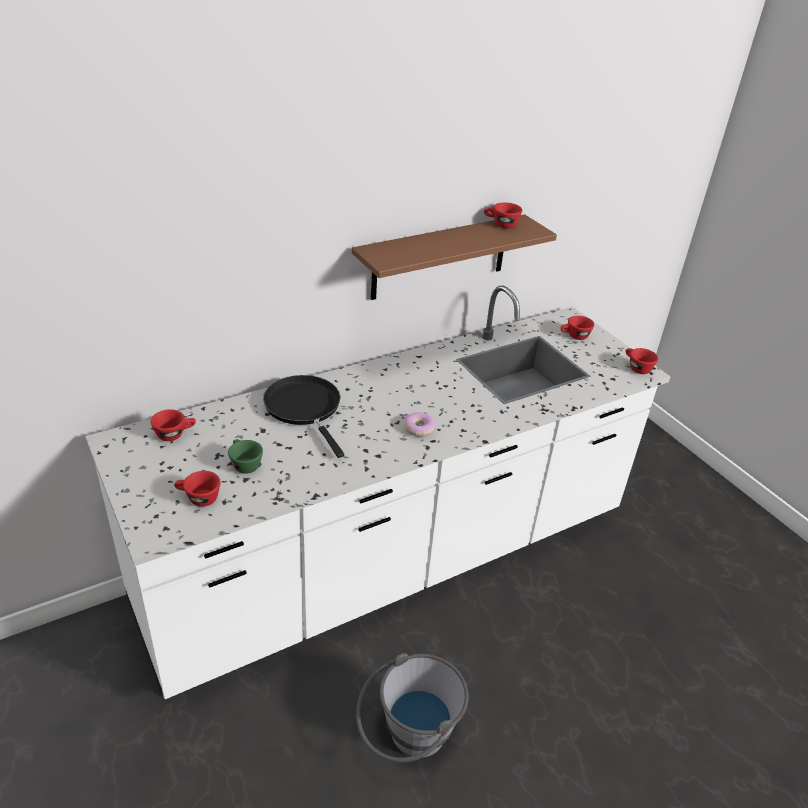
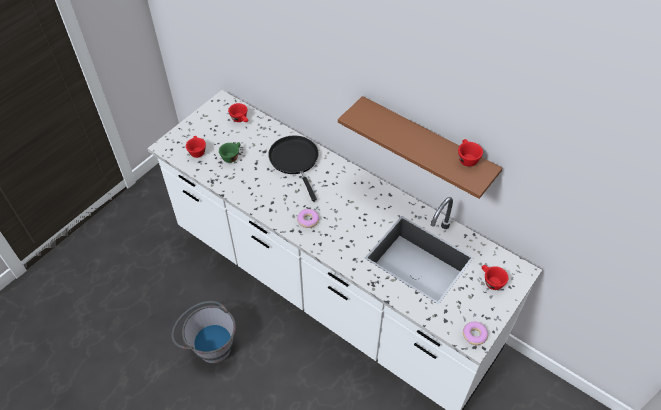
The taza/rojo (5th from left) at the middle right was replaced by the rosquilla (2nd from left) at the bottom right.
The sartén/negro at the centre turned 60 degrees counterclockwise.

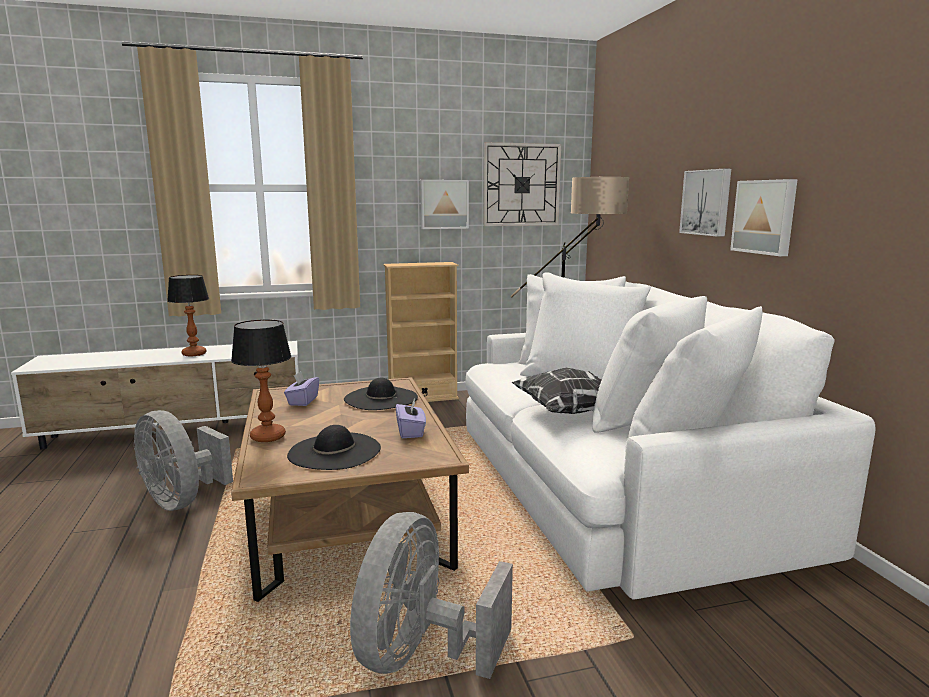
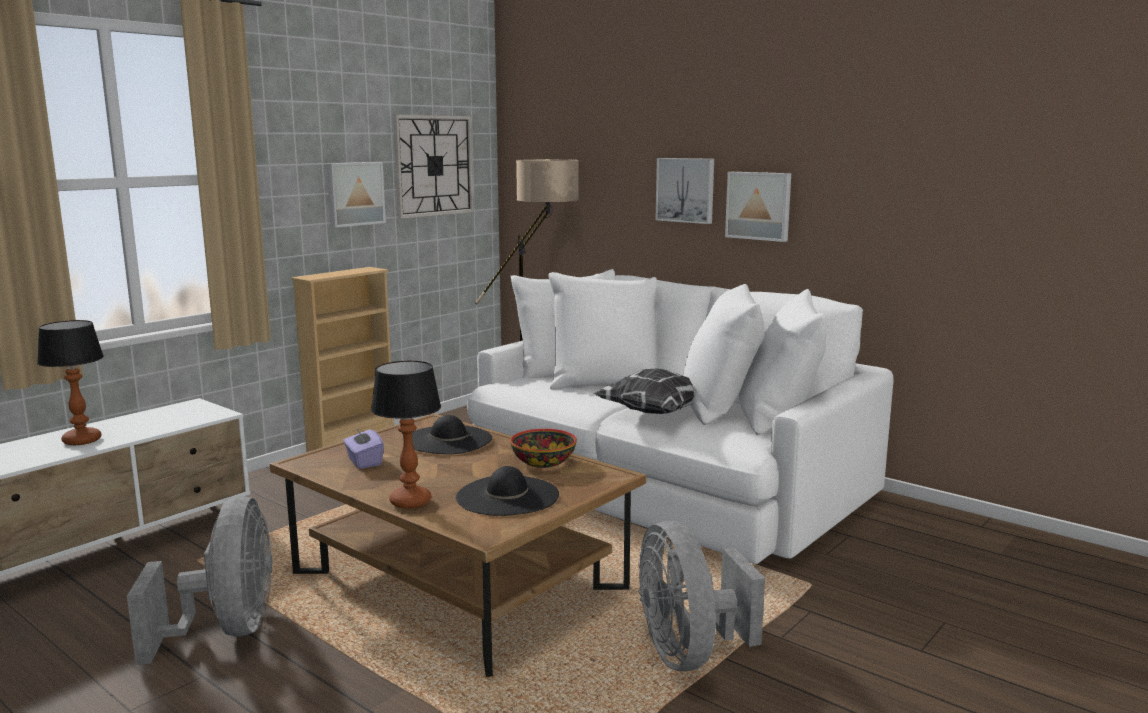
The caja de pañuelos/morado (2nd from left) at the centre was replaced by the cuenco at the centre.
The ventilador/gris (1st from left) at the middle left turned 105 degrees counterclockwise.

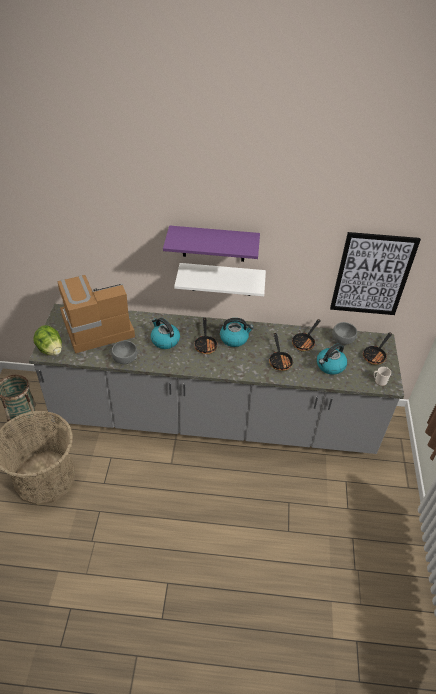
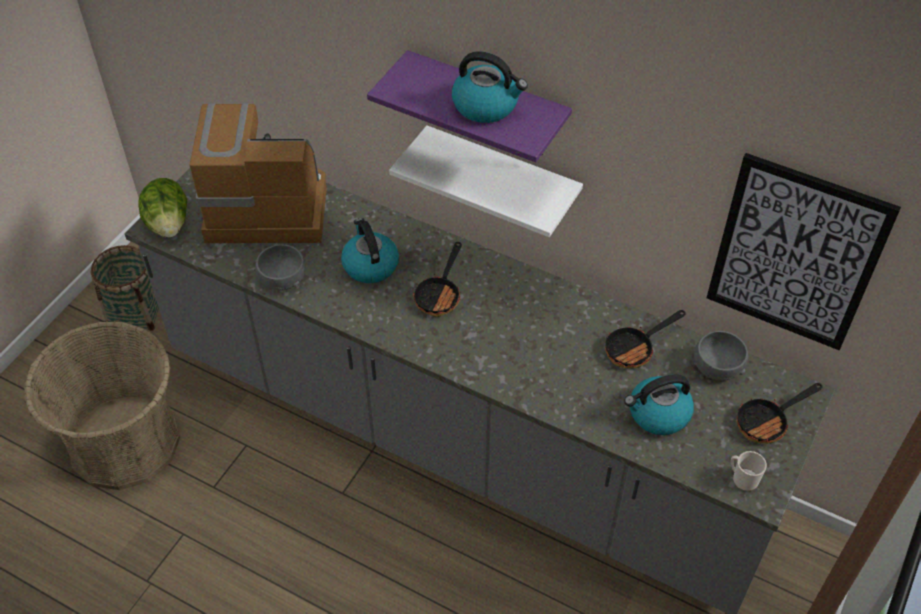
The sartén (2nd from left) at the centre disappeared.
The hervidor (2nd from left) moved from the centre to the top centre.

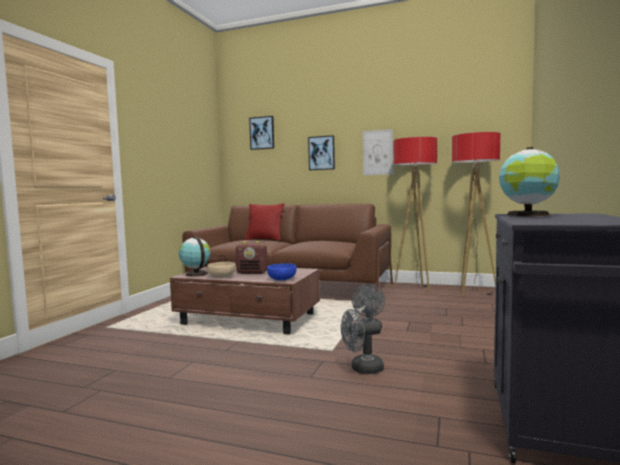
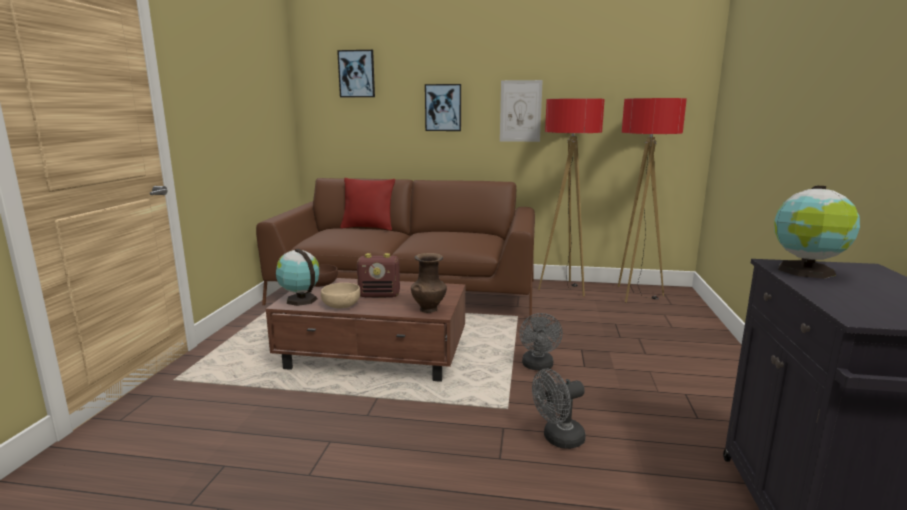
The cuenco/azul at the centre was replaced by the florero/marrón at the centre.

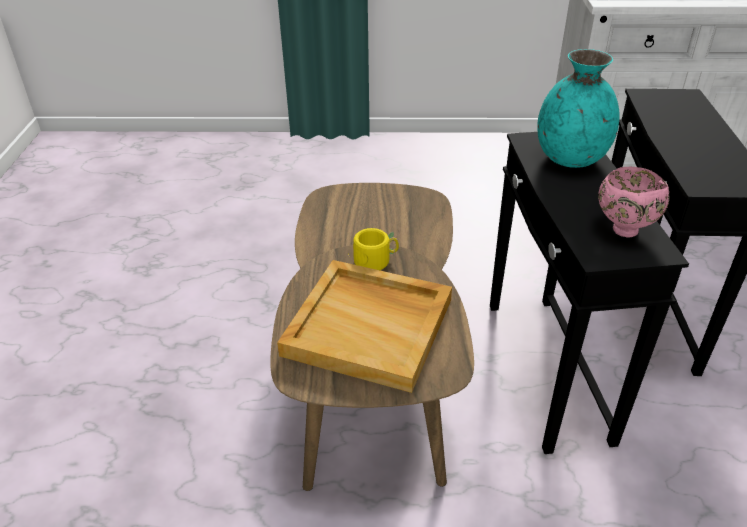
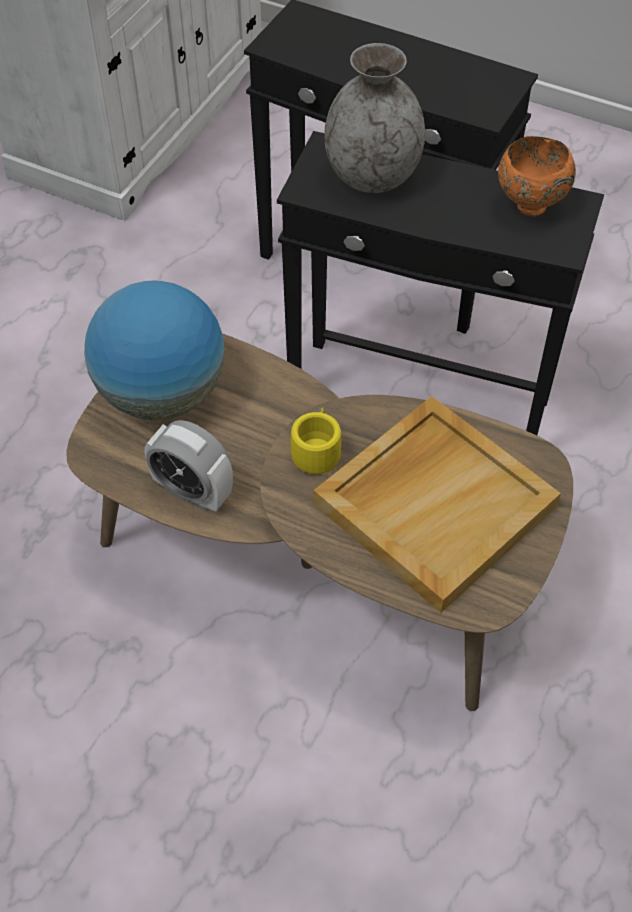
The globo terráqueo at the middle left appeared.
The despertador at the middle left appeared.
The florero/turquesa at the top right became the florero/gris at the top centre.
The cuenco/rosa at the middle right became the cuenco/naranja at the top right.

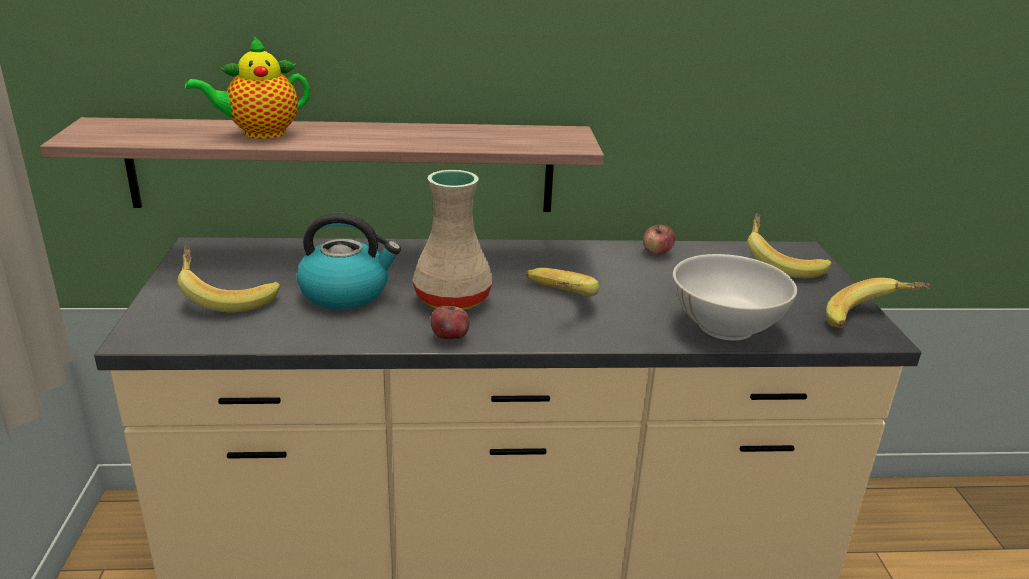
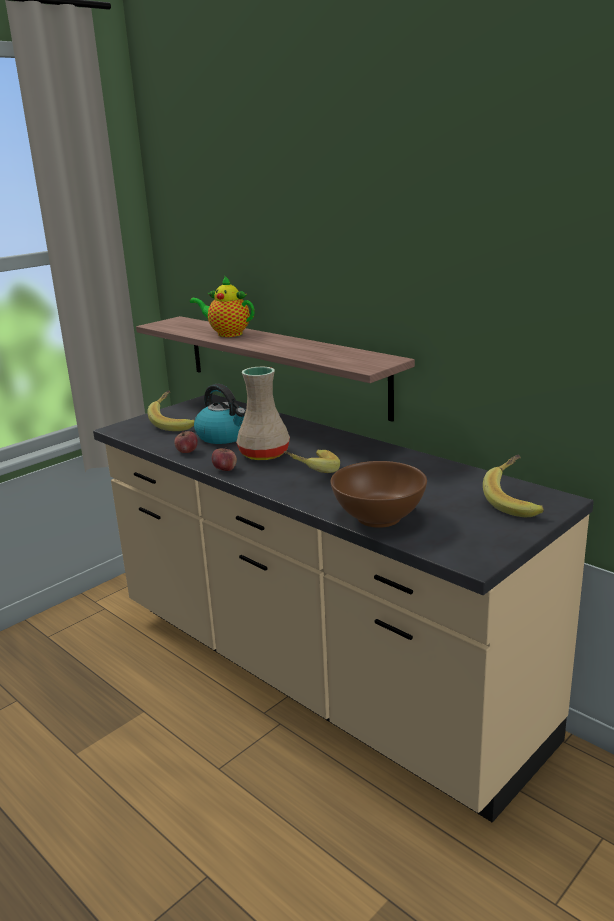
The plátano (4th from left) at the middle right disappeared.
The manzana (2nd from left in the first image) moved from the centre to the middle left.
The cuenco/blanco at the middle right became the cuenco/marrón at the centre.

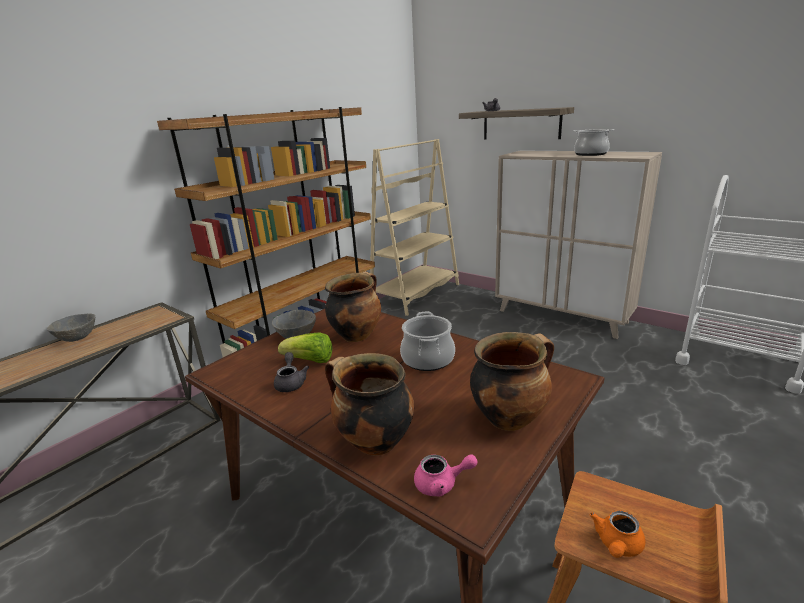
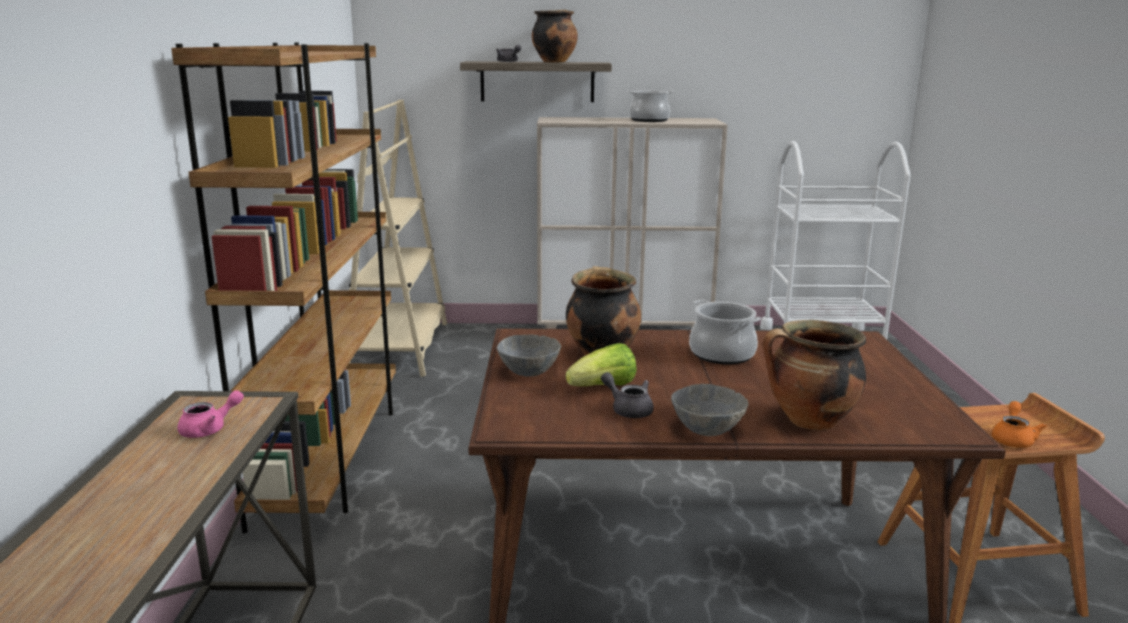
The cuenco/gris (1st from left in the first image) moved from the middle left to the centre.
The tetera/rosa moved from the bottom centre to the middle left.
The olla (4th from left in the first image) moved from the centre to the top centre.
The tetera/naranja at the bottom right turned 150 degrees counterclockwise.

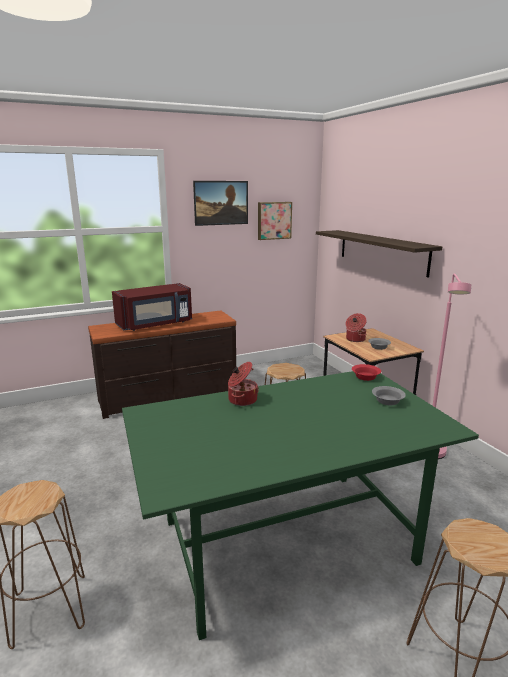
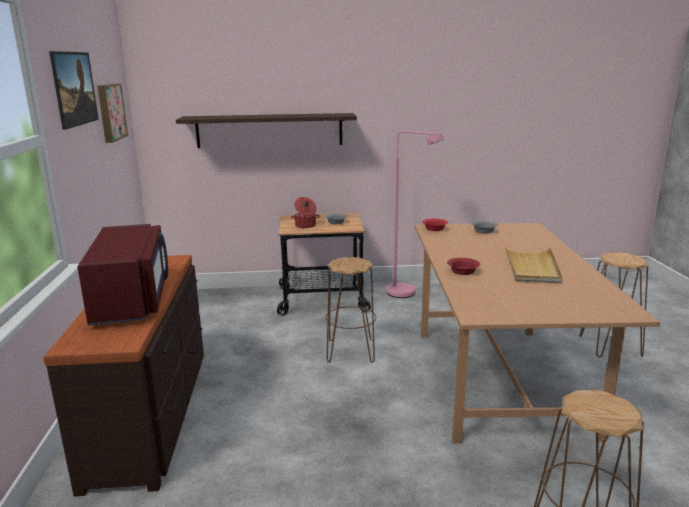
The bandeja/beis at the middle right appeared.
The olla (1st from left) at the centre was replaced by the cuenco/rojo (2nd from left) at the middle right.
The mesa de comedor/verde at the bottom centre became the mesa de comedor/marrón at the middle right.

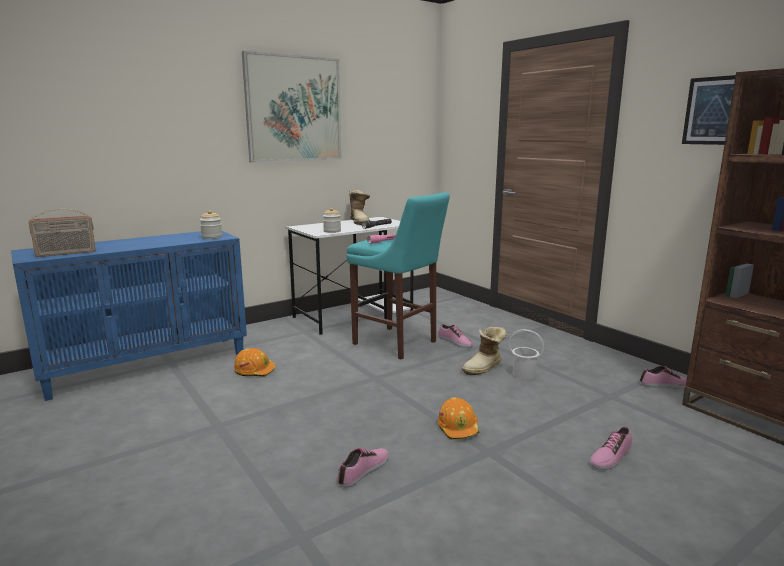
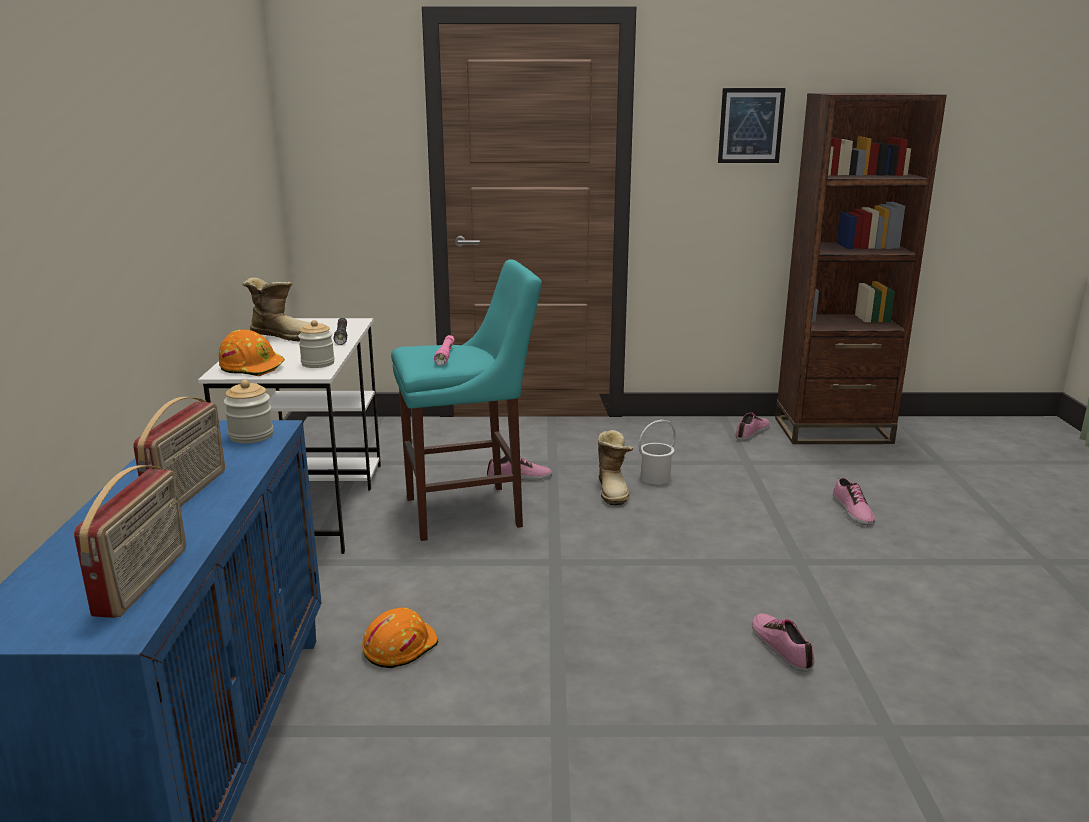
The cuadro (1st from left) at the top centre disappeared.
The radio (2nd from left) at the middle left appeared.
The casco/naranja (2nd from left in the first image) moved from the bottom centre to the middle left.

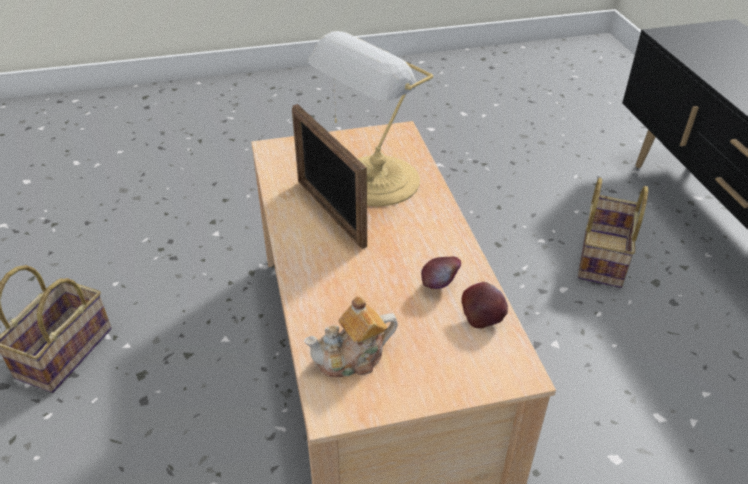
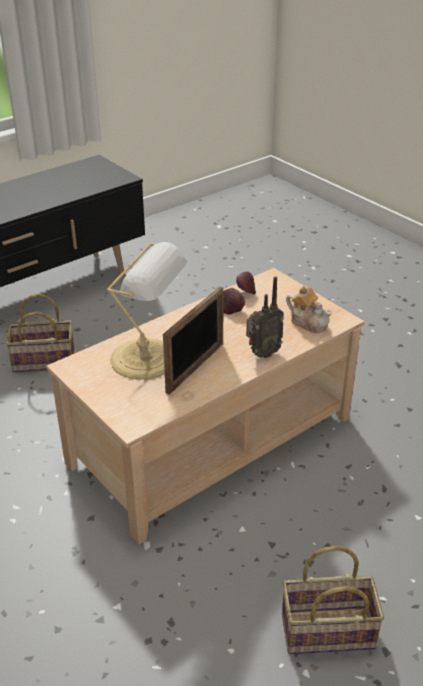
The radio at the centre appeared.

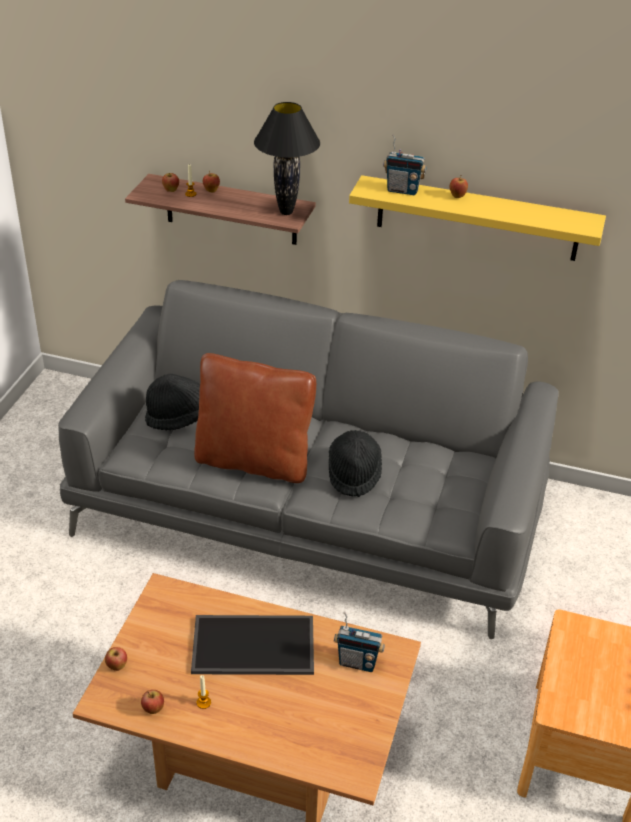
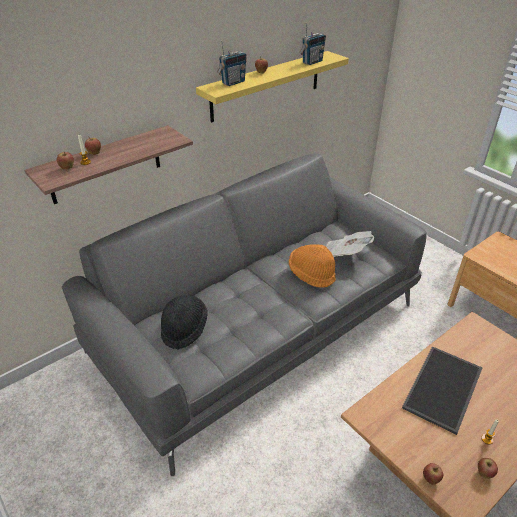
The cojín/marrón at the centre disappeared.
The lámpara de mesa/negro at the top centre disappeared.
The periódico at the middle right appeared.
The radio (1st from left in the first image) moved from the bottom centre to the top centre.
The sombrero/negro (2nd from left) at the centre became the sombrero/naranja at the centre.

